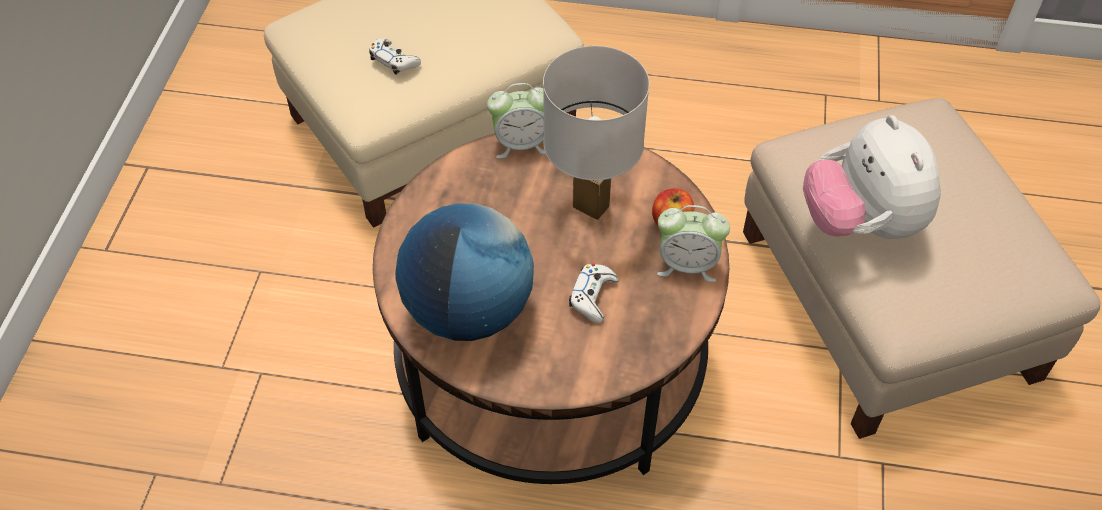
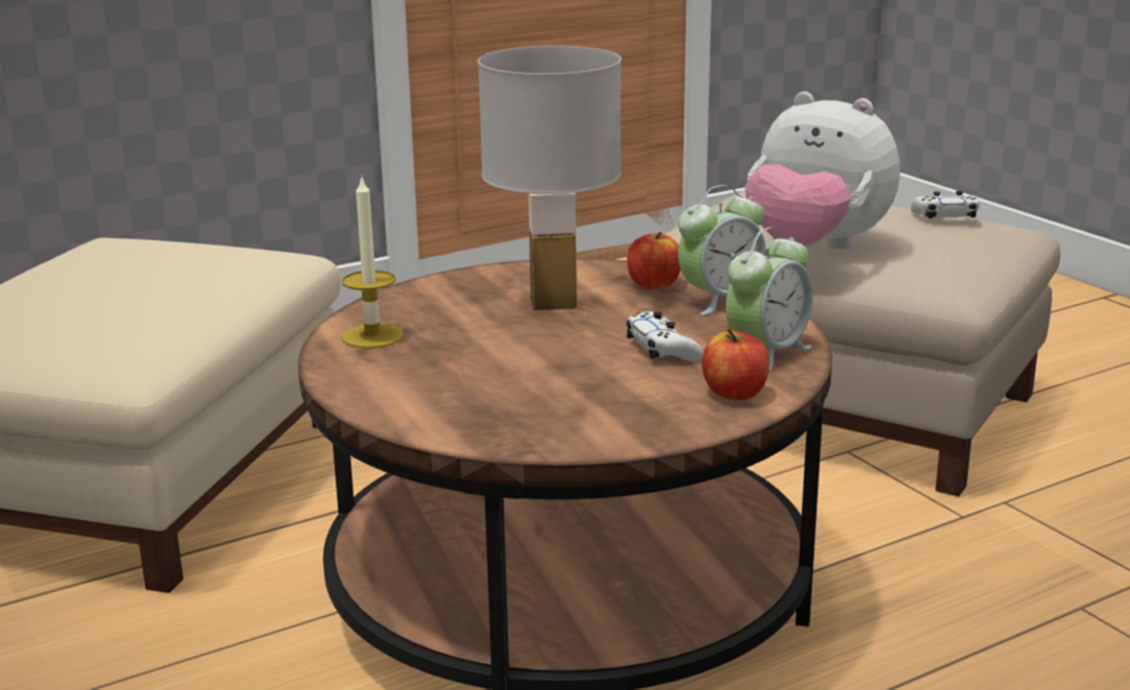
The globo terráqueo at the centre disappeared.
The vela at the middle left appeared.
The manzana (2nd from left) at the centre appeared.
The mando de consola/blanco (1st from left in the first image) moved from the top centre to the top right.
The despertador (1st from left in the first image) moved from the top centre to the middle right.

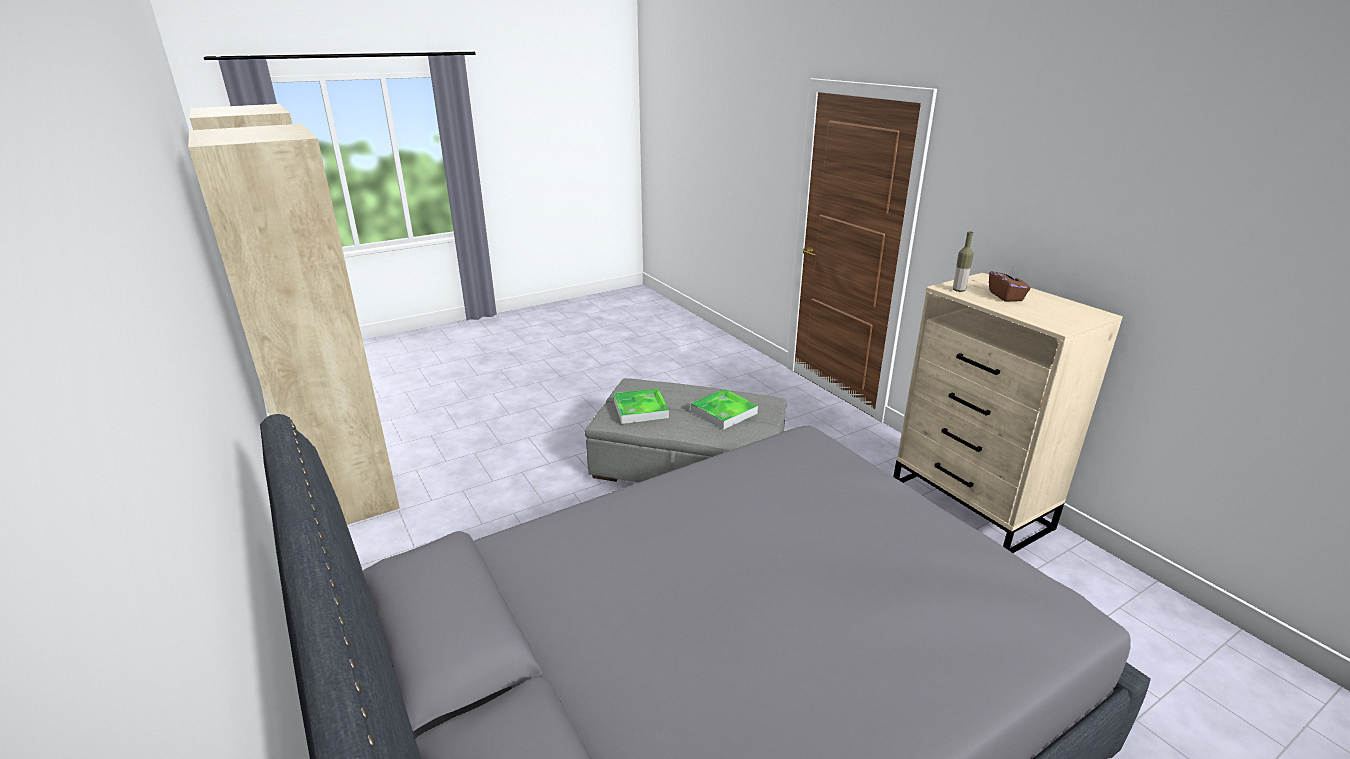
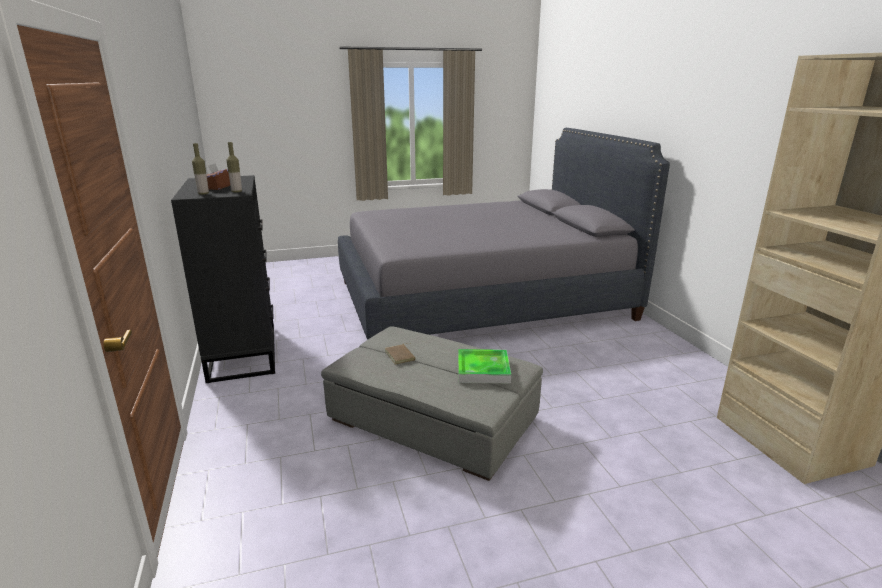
The botella (1st from left) at the top left appeared.
The bandeja (2nd from left) at the centre was replaced by the libro/marrón at the centre.
The cómoda/beis at the middle right became the cómoda/negro at the middle left.

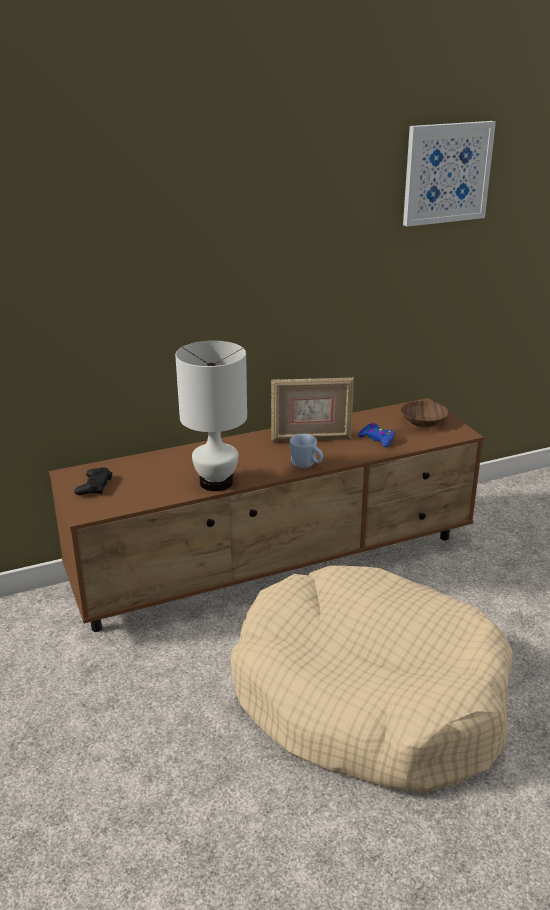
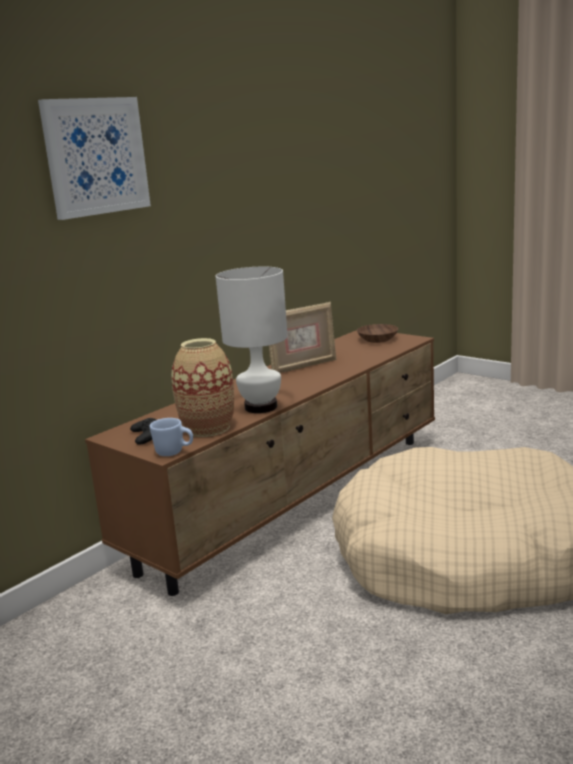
The mando de consola/azul at the middle right disappeared.
The florero at the centre appeared.
The taza grande/azul moved from the centre to the middle left.
The cuadro moved from the top right to the top left.

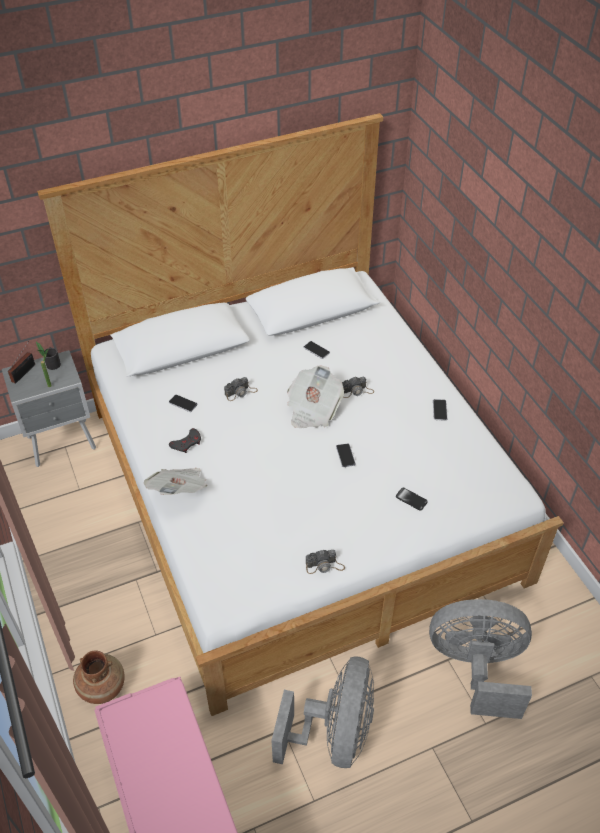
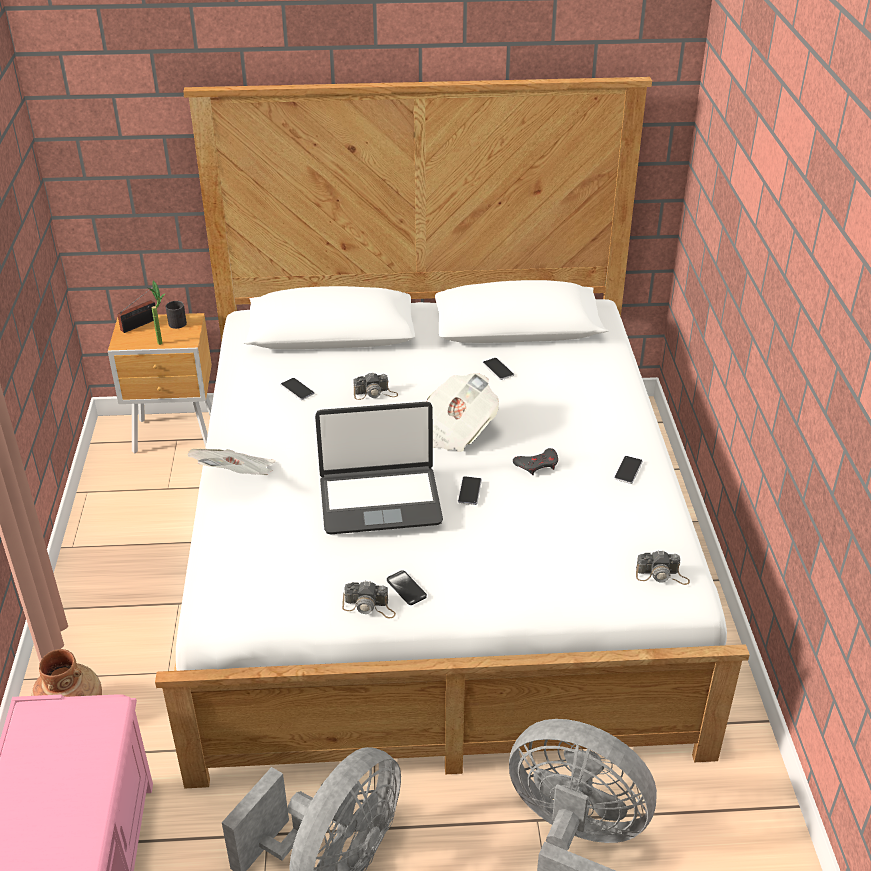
The portátil at the centre appeared.
The mando de consola/gris moved from the middle left to the centre.
The cámara (3rd from left) moved from the centre to the middle right.
The móvil (4th from left in the first image) moved from the middle right to the bottom centre.
The mesita de noche/gris at the middle left became the mesita de noche/marrón at the middle left.

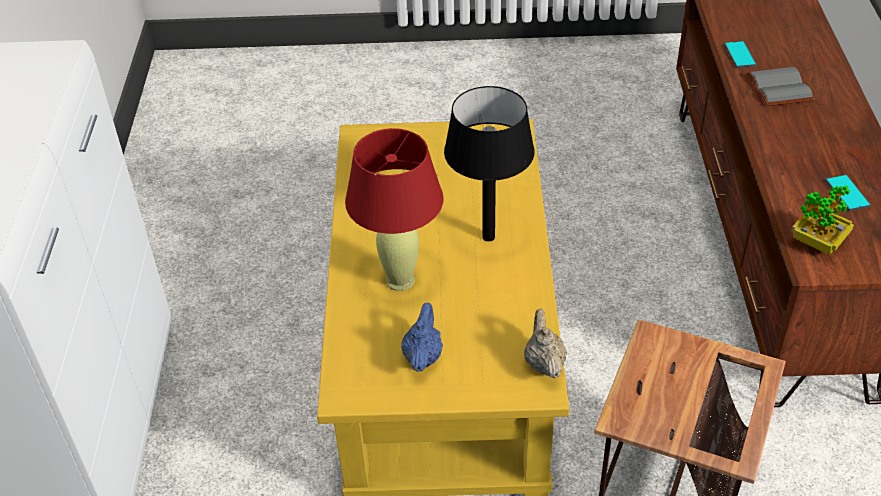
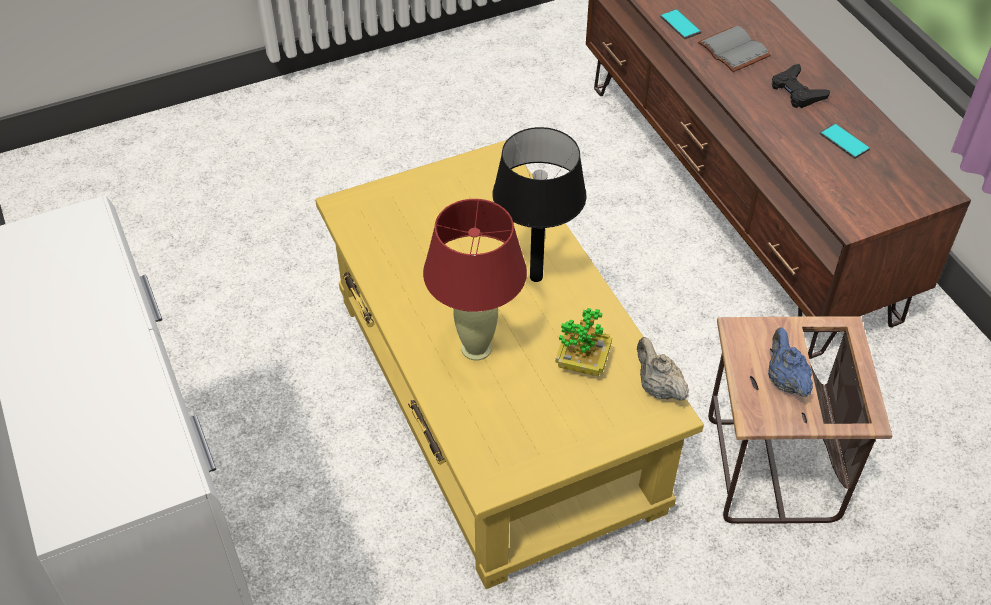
The mando de consola/negro at the top right appeared.
The tetera/azul moved from the bottom centre to the middle right.
The planta en maceta moved from the middle right to the centre.

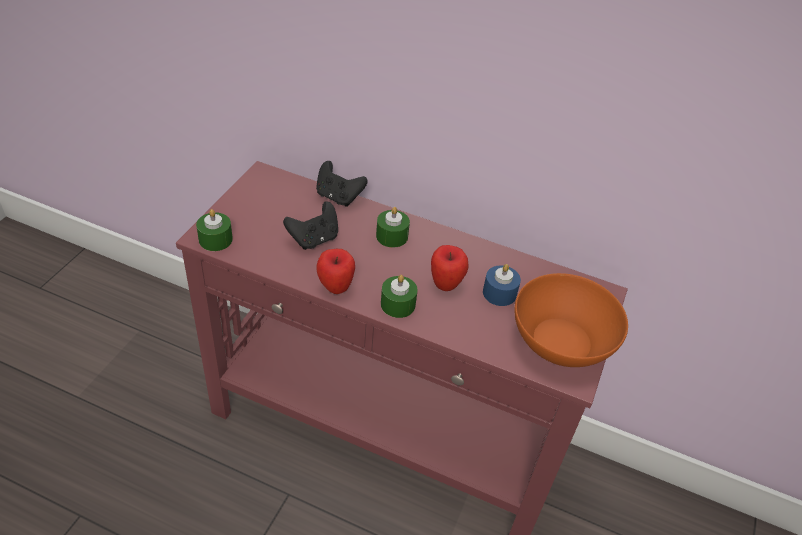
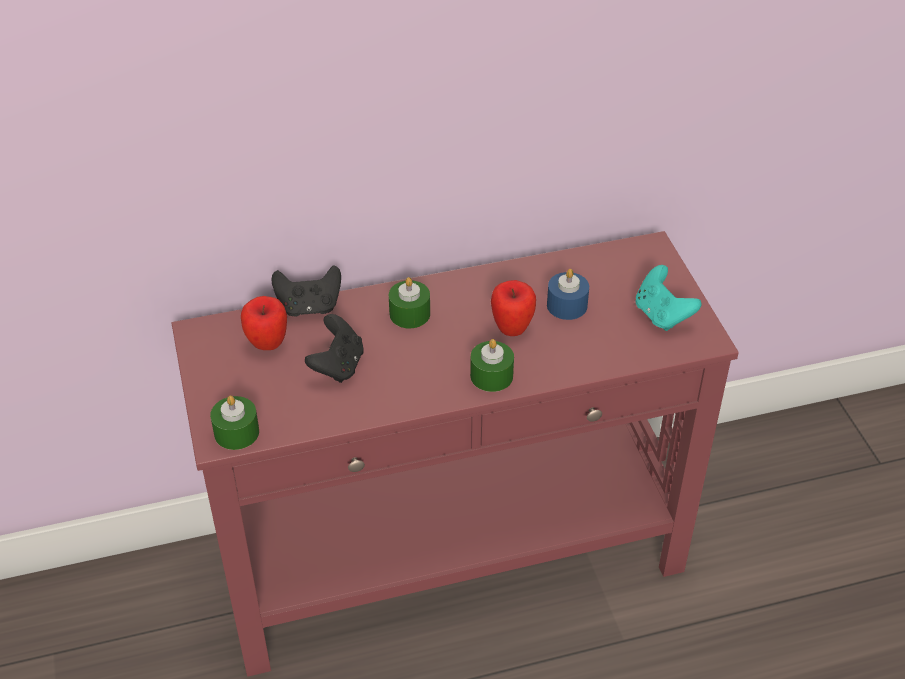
The manzana (1st from left) moved from the centre to the middle left.
The cuenco/naranja at the middle right was replaced by the mando de consola/turquesa at the middle right.

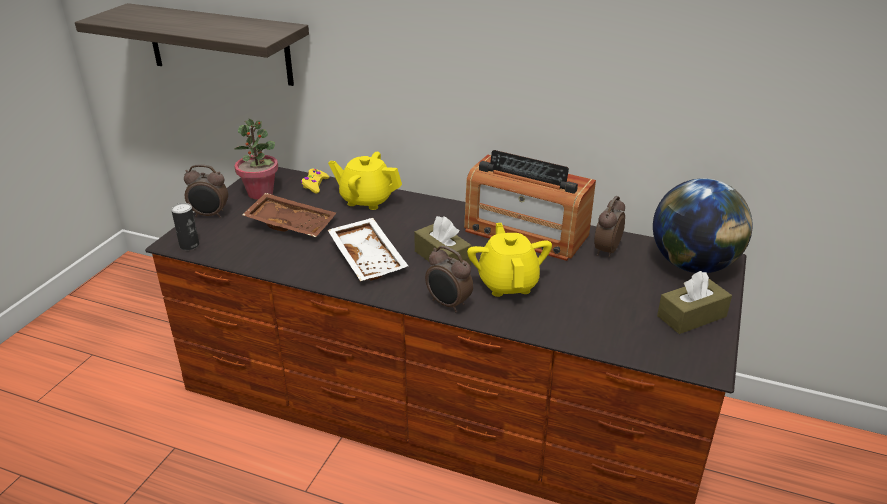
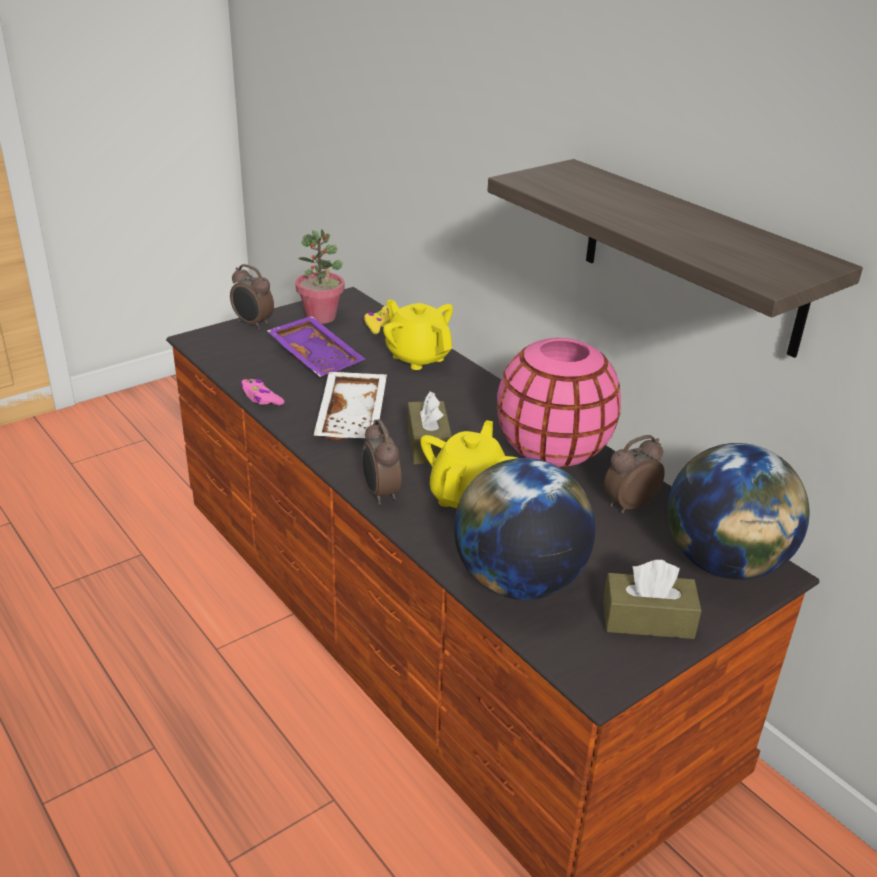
The lata at the middle left disappeared.
The mando de consola/rosa at the middle left appeared.
The globo terráqueo (1st from left) at the centre appeared.
The estante moved from the top left to the top right.
The radio at the centre was replaced by the florero/rosa at the centre.
The bandeja/marrón at the middle left became the bandeja/morado at the centre.

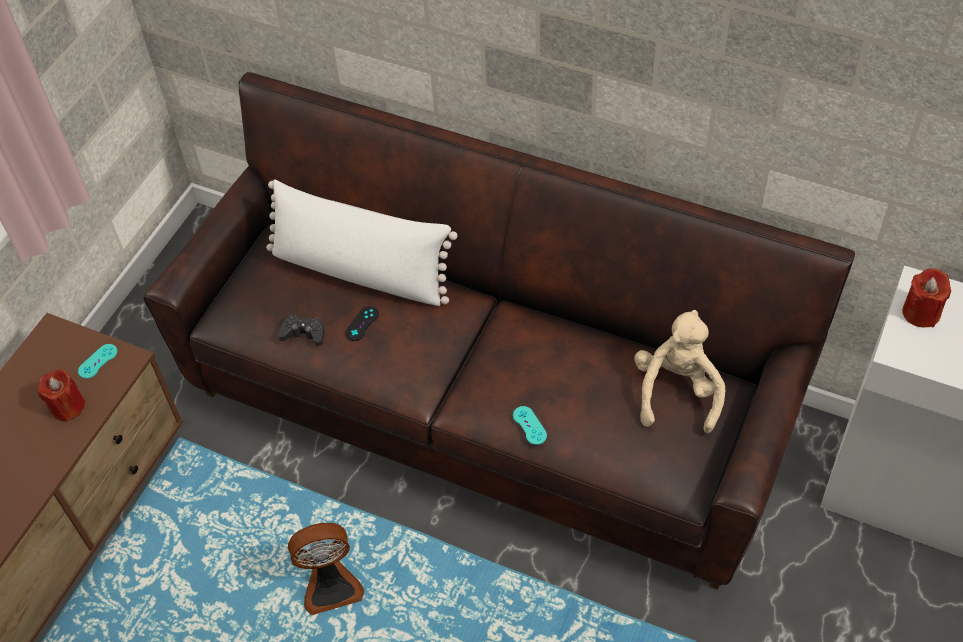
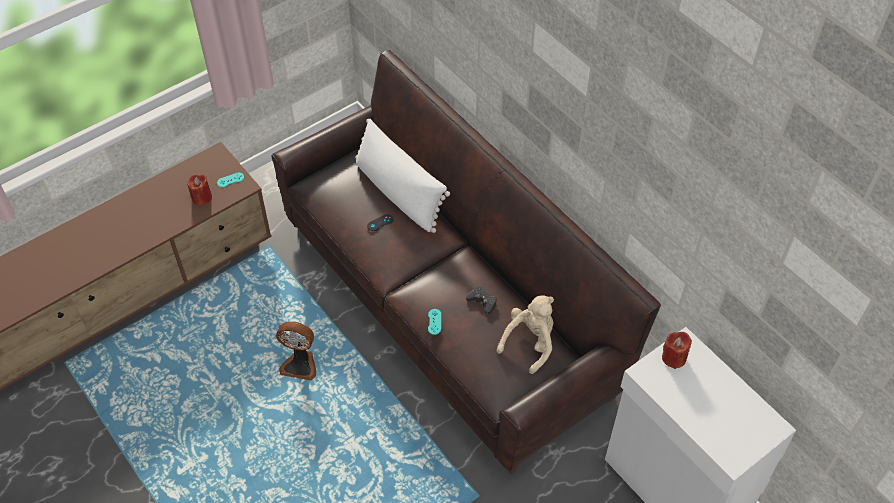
The mando de consola/negro (1st from left in the first image) moved from the middle left to the centre.

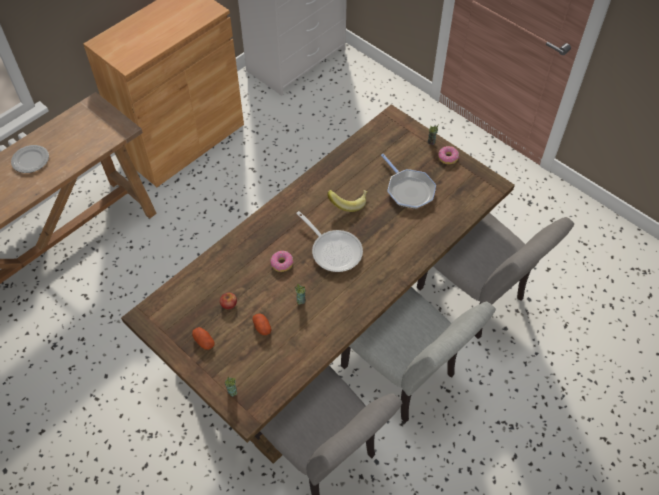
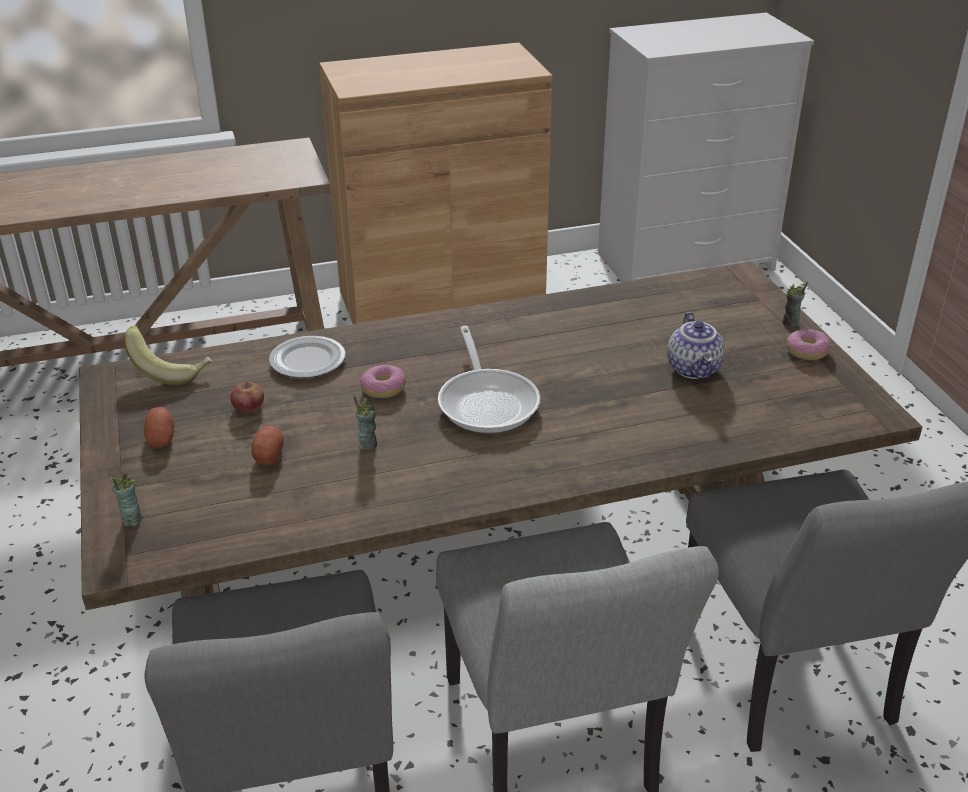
The plato moved from the top left to the middle left.
The plátano moved from the centre to the middle left.
The sartén (2nd from left) at the centre was replaced by the tetera at the middle right.

